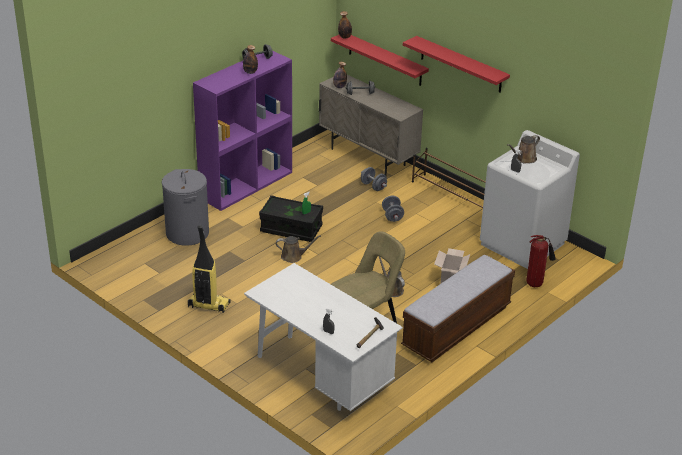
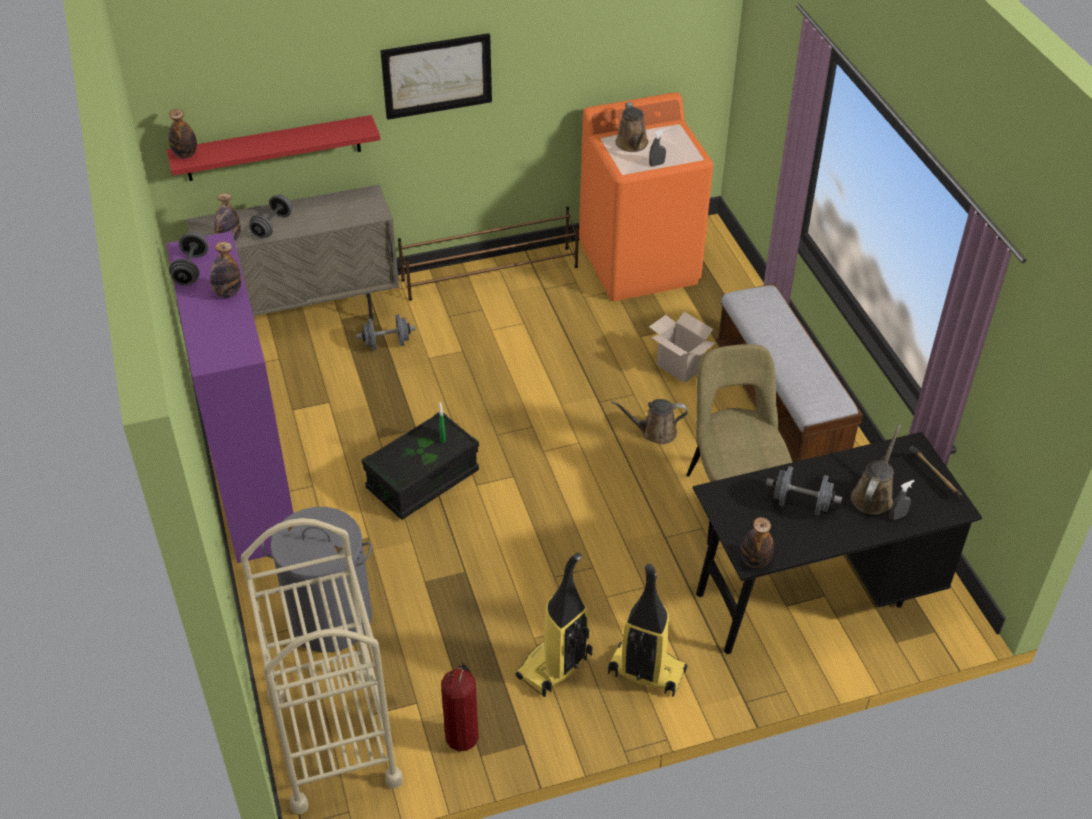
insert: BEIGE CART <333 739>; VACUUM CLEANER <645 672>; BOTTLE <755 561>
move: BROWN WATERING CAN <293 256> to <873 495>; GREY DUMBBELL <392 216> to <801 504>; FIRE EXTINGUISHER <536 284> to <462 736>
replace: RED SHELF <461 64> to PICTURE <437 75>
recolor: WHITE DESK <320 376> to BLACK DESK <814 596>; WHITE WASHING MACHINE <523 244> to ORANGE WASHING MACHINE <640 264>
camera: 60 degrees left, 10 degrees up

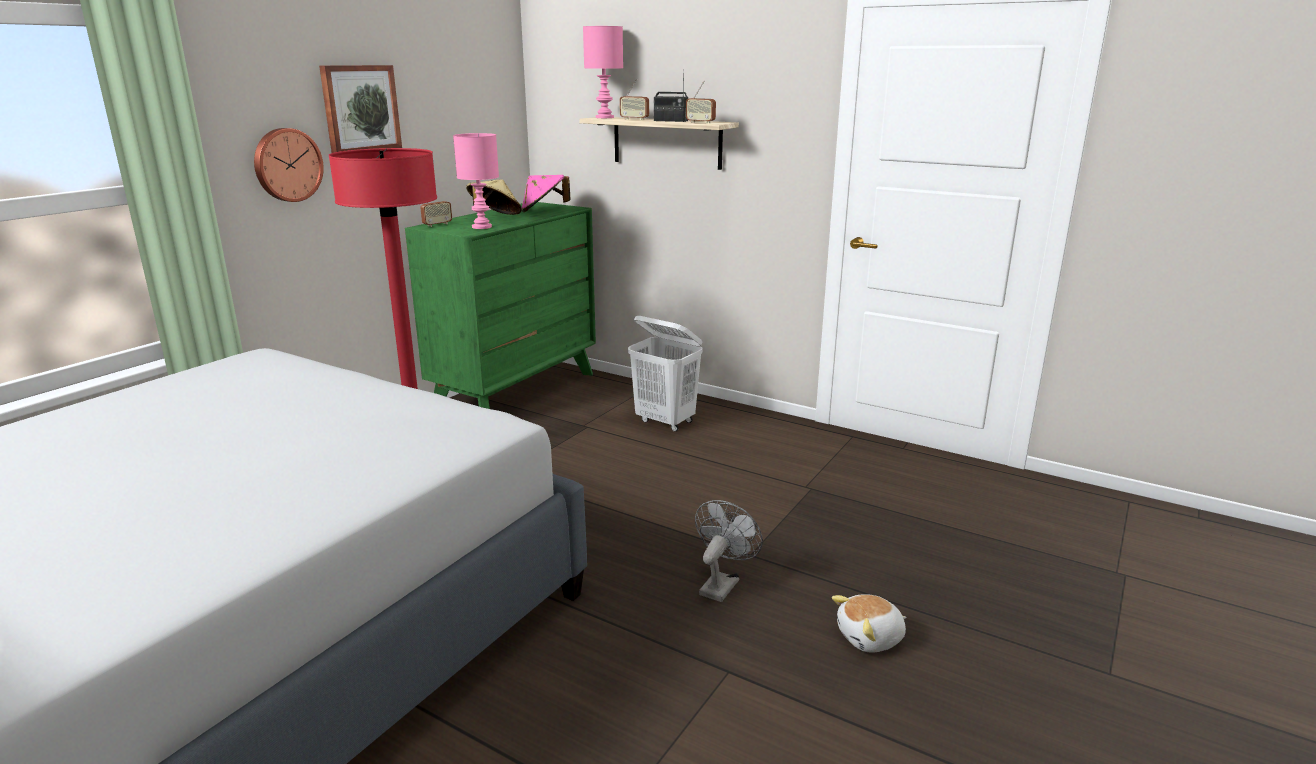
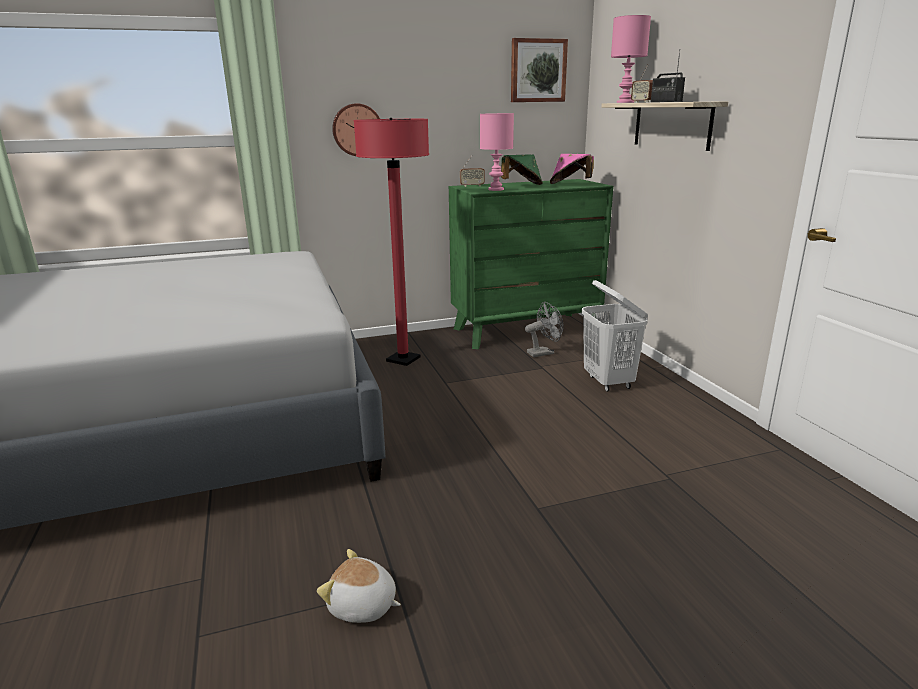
delete: RADIO <700 122>
move: PICTURE <360 108> to <537 71>; GREY FAN <721 584> to <544 352>; PLUSH TOY <870 638> to <362 606>
recolor: BEIGE HAT <495 217> to GREEN HAT <522 185>
camera: 40 degrees right, 0 degrees up

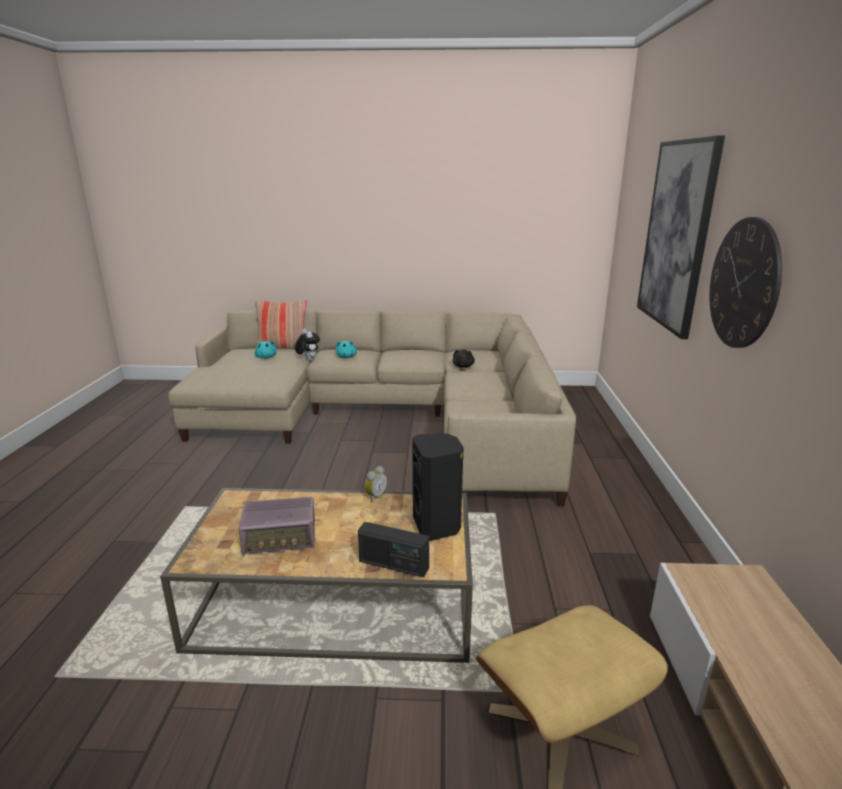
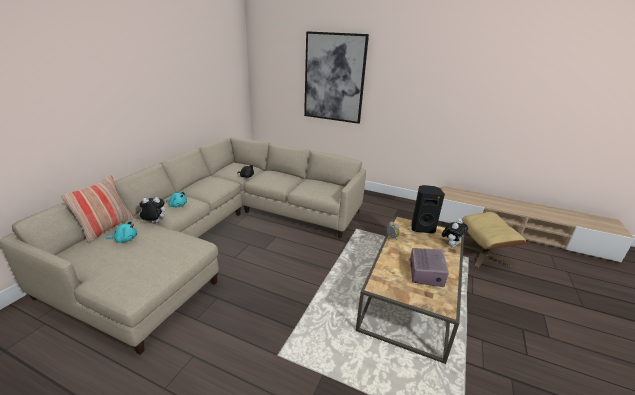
delete: WALL CLOCK <743 283>
replace: RADIO <393 565> to PLUSH TOY <451 245>
camera: 70 degrees left, 5 degrees up

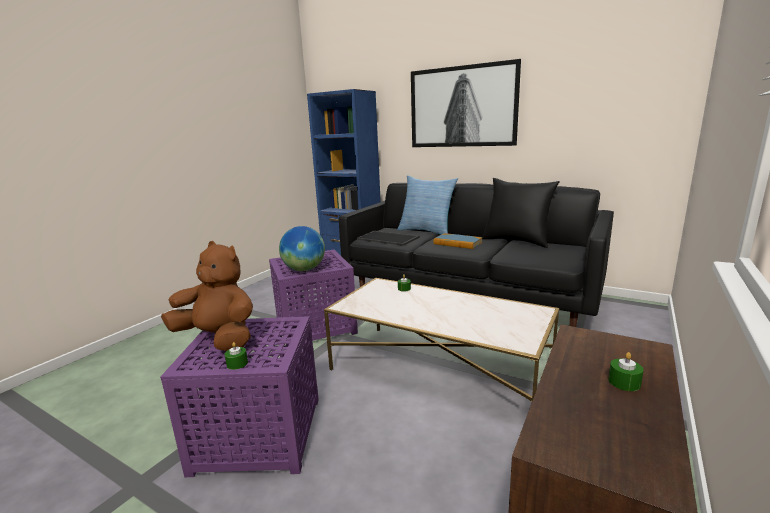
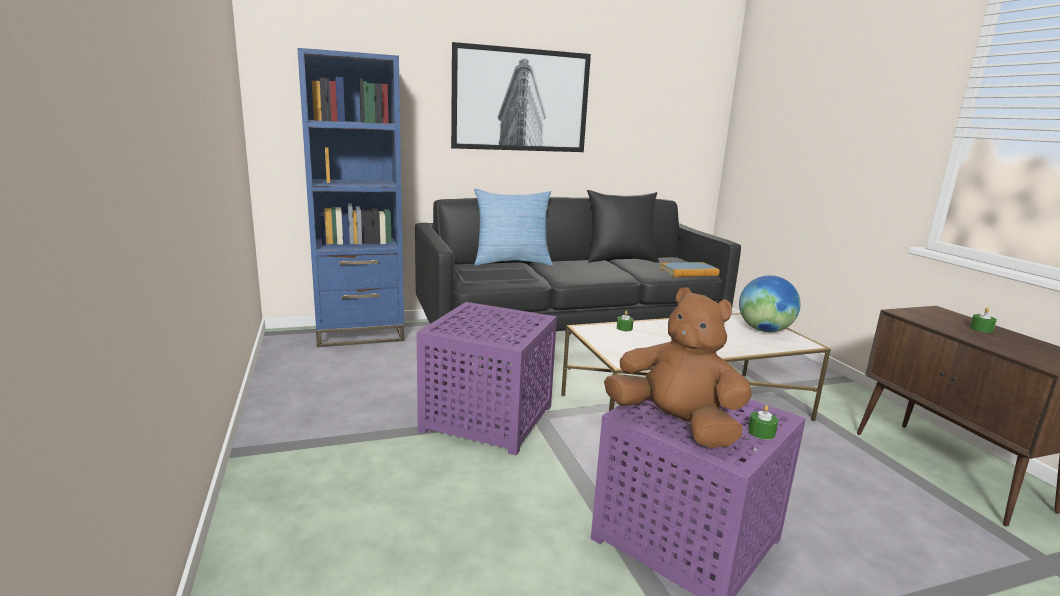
move: GLOBE <304 270> to <764 330>; BOOK <457 243> to <688 272>
rotate: BROWN PLUSH TOY <219 339> = <675 425> 60 degrees clockwise
camera: 50 degrees left, 0 degrees up

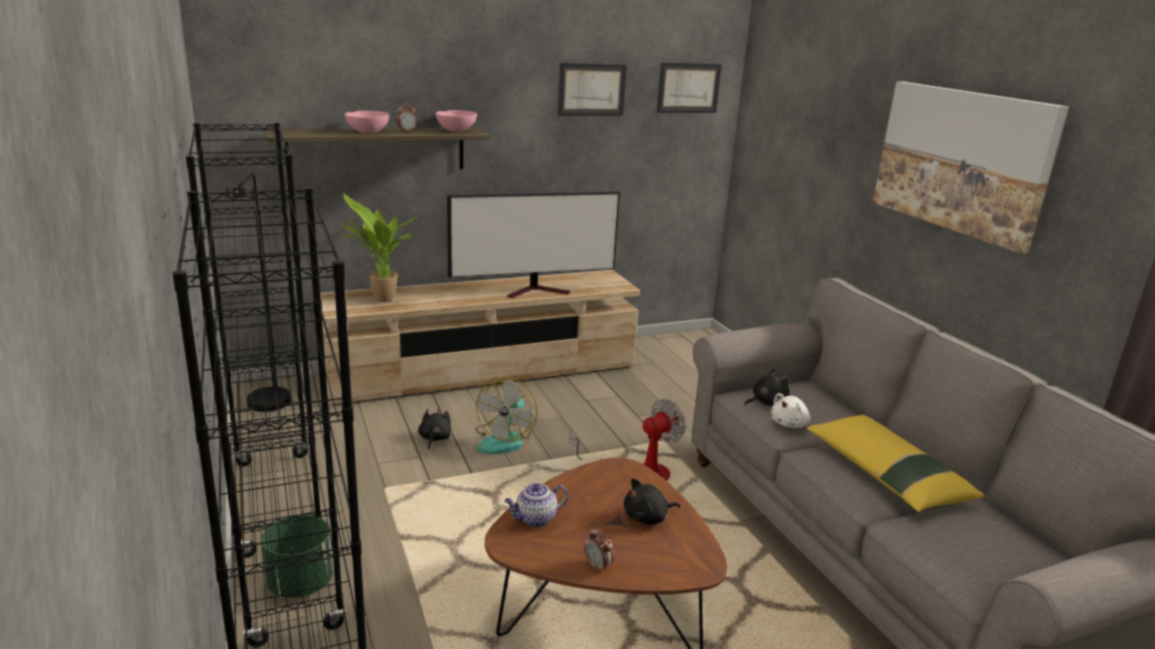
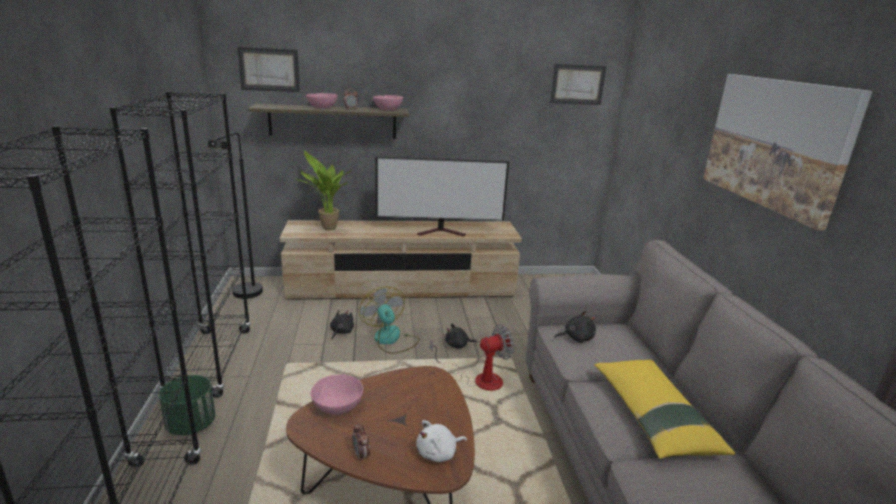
move: PICTURE <591 90> to <269 69>; BLACK PLUSH TOY <647 517> to <458 345>; WHITE PLUSH TOY <790 424> to <438 453>
replace: TEAPOT <535 519> to PINK BOWL <337 407>
rotate: FAN <505 440> = <391 340> 120 degrees clockwise
camera: 15 degrees right, 0 degrees up

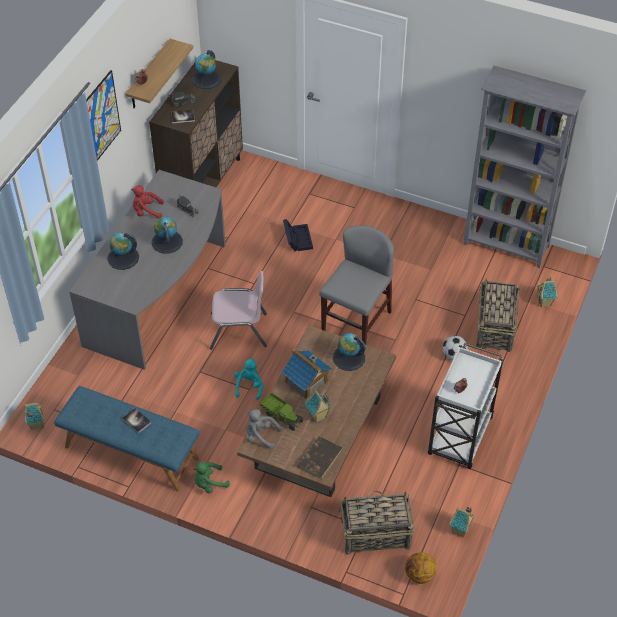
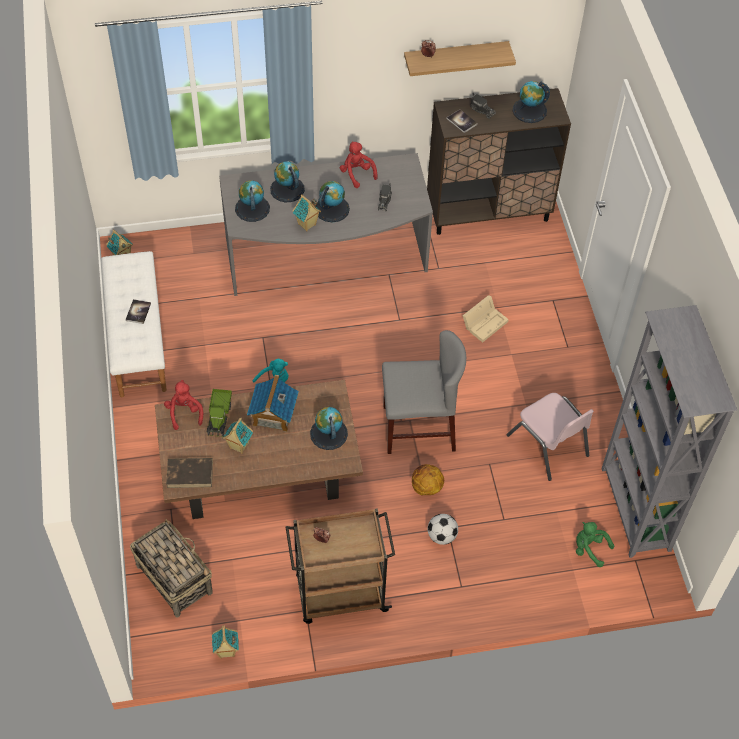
delete: PICTURE <101 117>; BASKET <494 328>
insert: GLOBE <252 208>
move: GREEN PLUSH TOY <209 483> to <589 549>; PINK CHAIR <239 331> to <548 445>; BASKETBALL <419 575> to <426 488>; TOY HOUSE <545 302> to <307 225>
recolor: BLUE BENCH <131 453> to WHITE BENCH <137 339>; GREY PLUSH TOY <260 436> to RED PLUSH TOY <184 412>; BLACK STORAGE BOX <297 238> to BEIGE STORAGE BOX <485 322>; WHITE CART <459 438> to BROWN CART <339 594>
camera: 55 degrees right, 5 degrees up

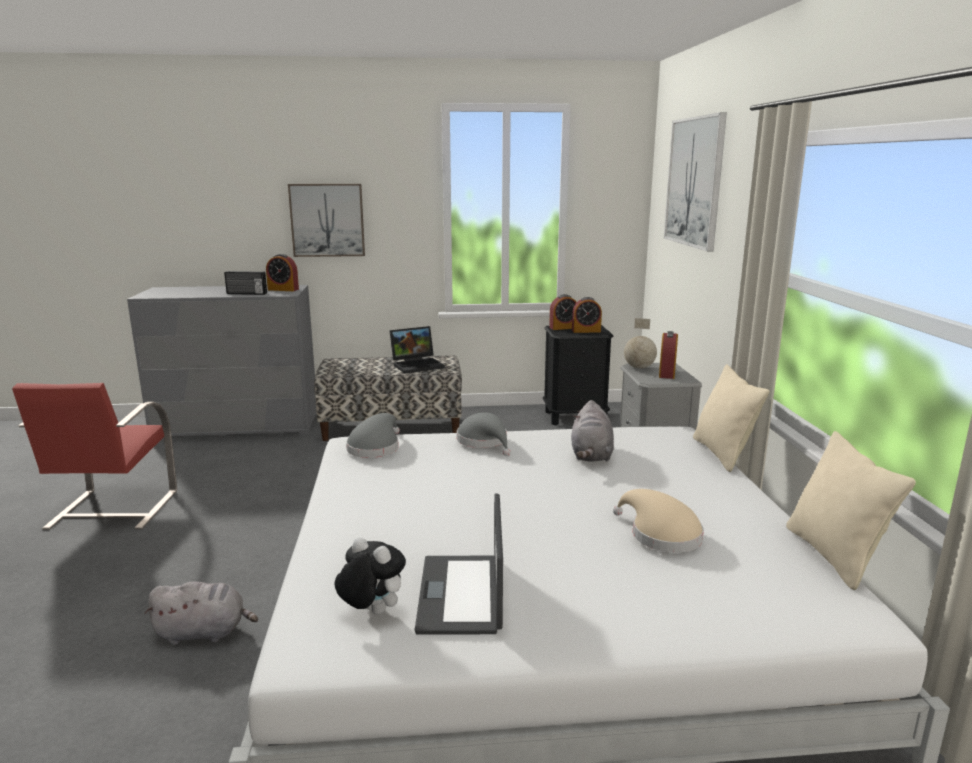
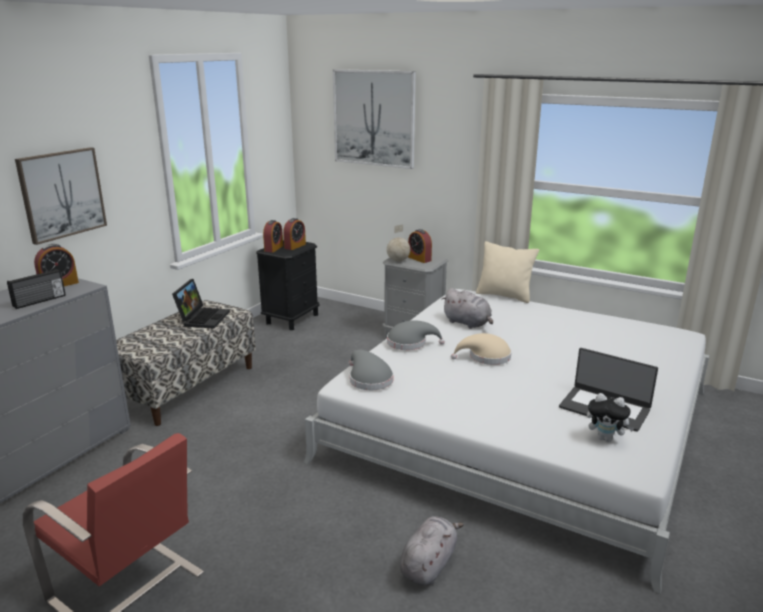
delete: BEIGE PILLOW <834 556>
move: BEIGE HAT <660 534> to <486 357>
rotate: PLUSH TOY <371 612> = <606 438> 135 degrees counterclockwise
camera: 55 degrees left, 5 degrees up

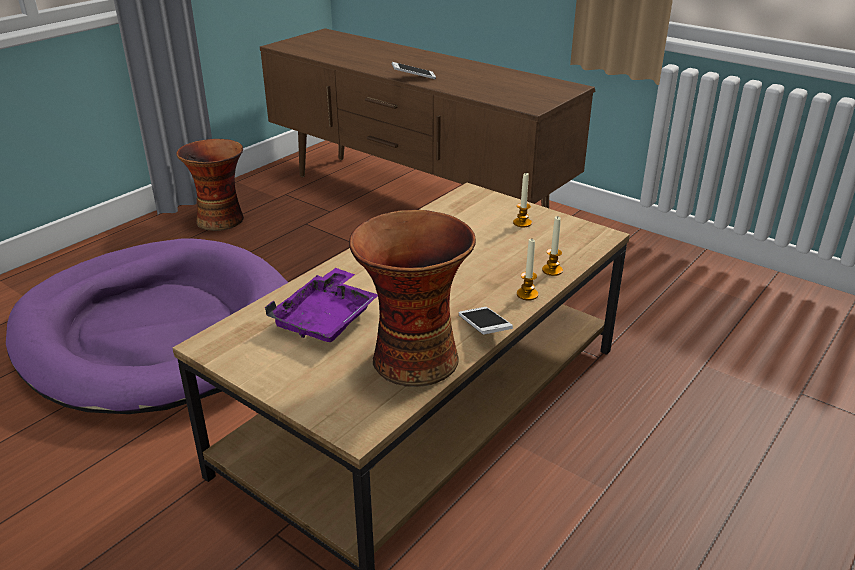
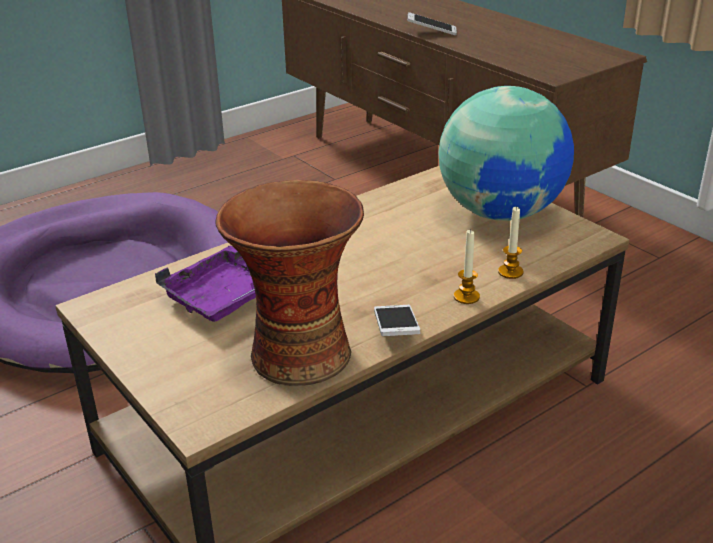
delete: VASE <220 219>
replace: CANDLE <522 223> to GLOBE <501 212>
camera: 15 degrees right, 0 degrees up

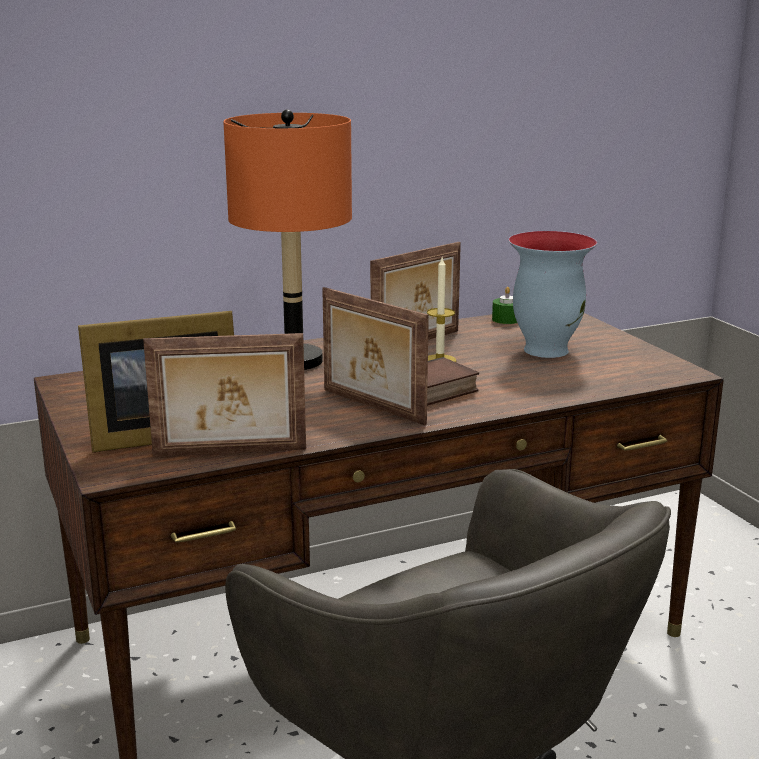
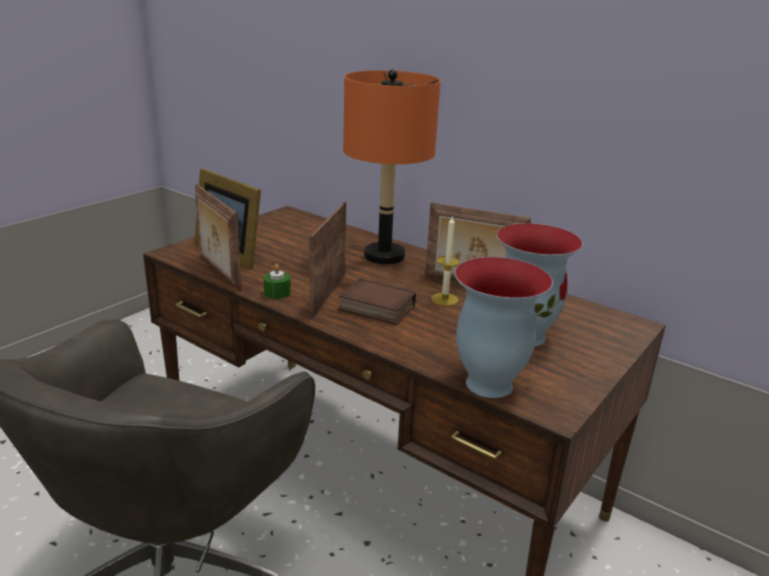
insert: VASE <487 384>
move: GREEN CANDLE <506 319> to <277 293>
camera: 60 degrees right, 5 degrees up

